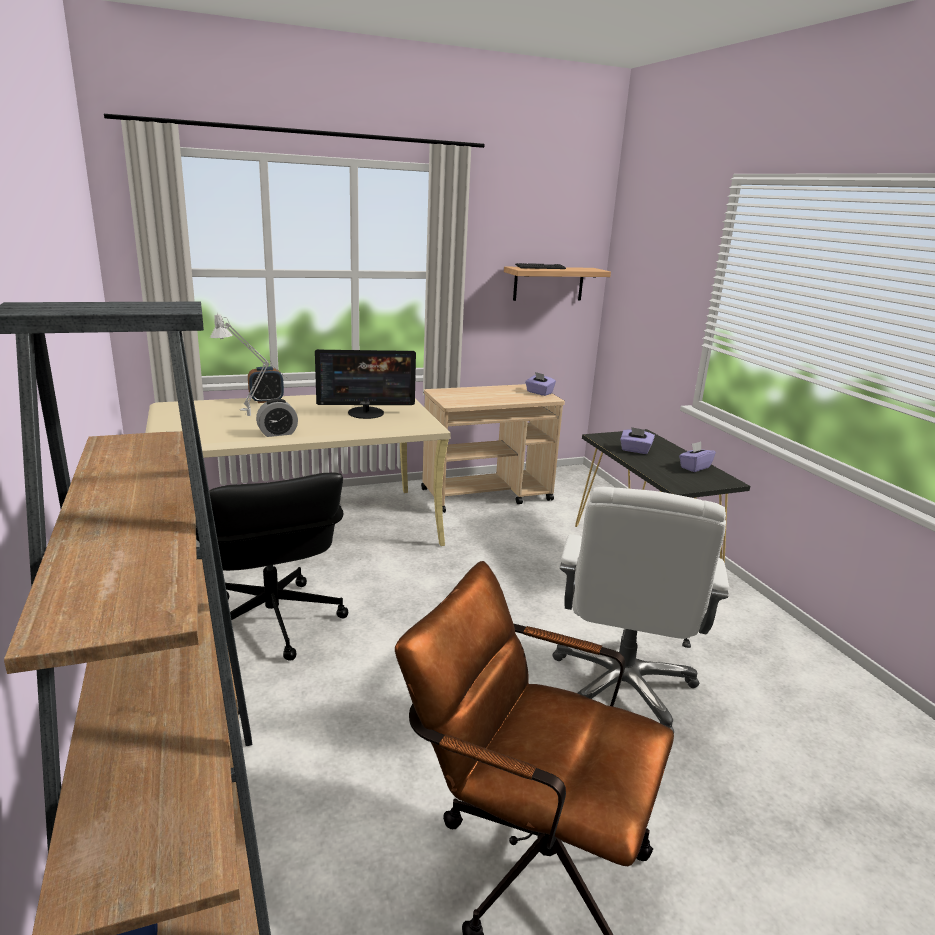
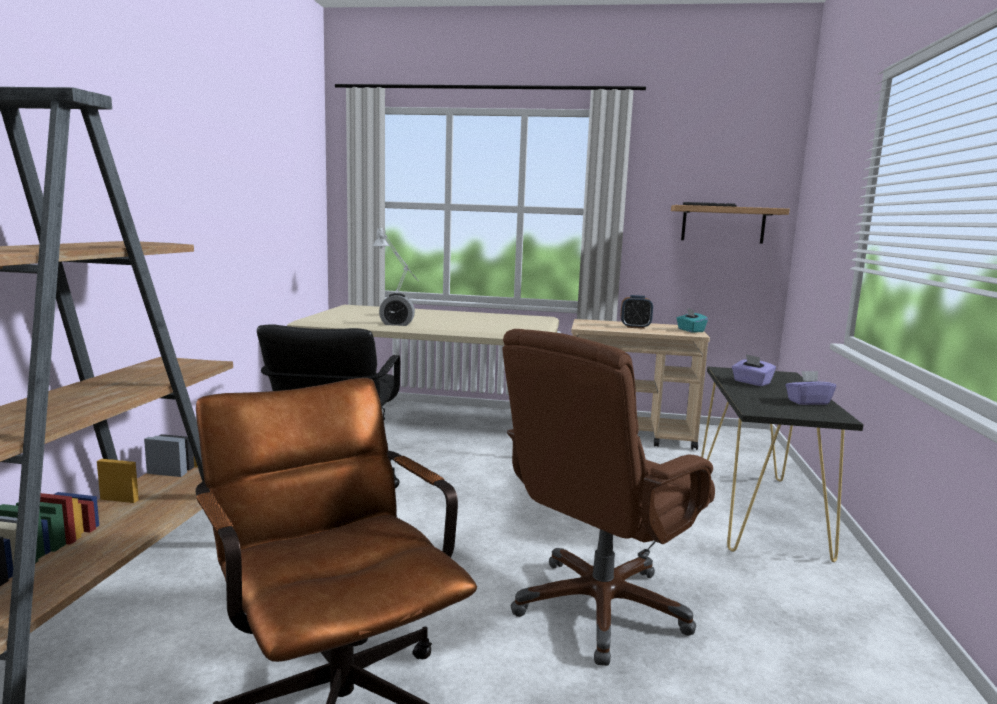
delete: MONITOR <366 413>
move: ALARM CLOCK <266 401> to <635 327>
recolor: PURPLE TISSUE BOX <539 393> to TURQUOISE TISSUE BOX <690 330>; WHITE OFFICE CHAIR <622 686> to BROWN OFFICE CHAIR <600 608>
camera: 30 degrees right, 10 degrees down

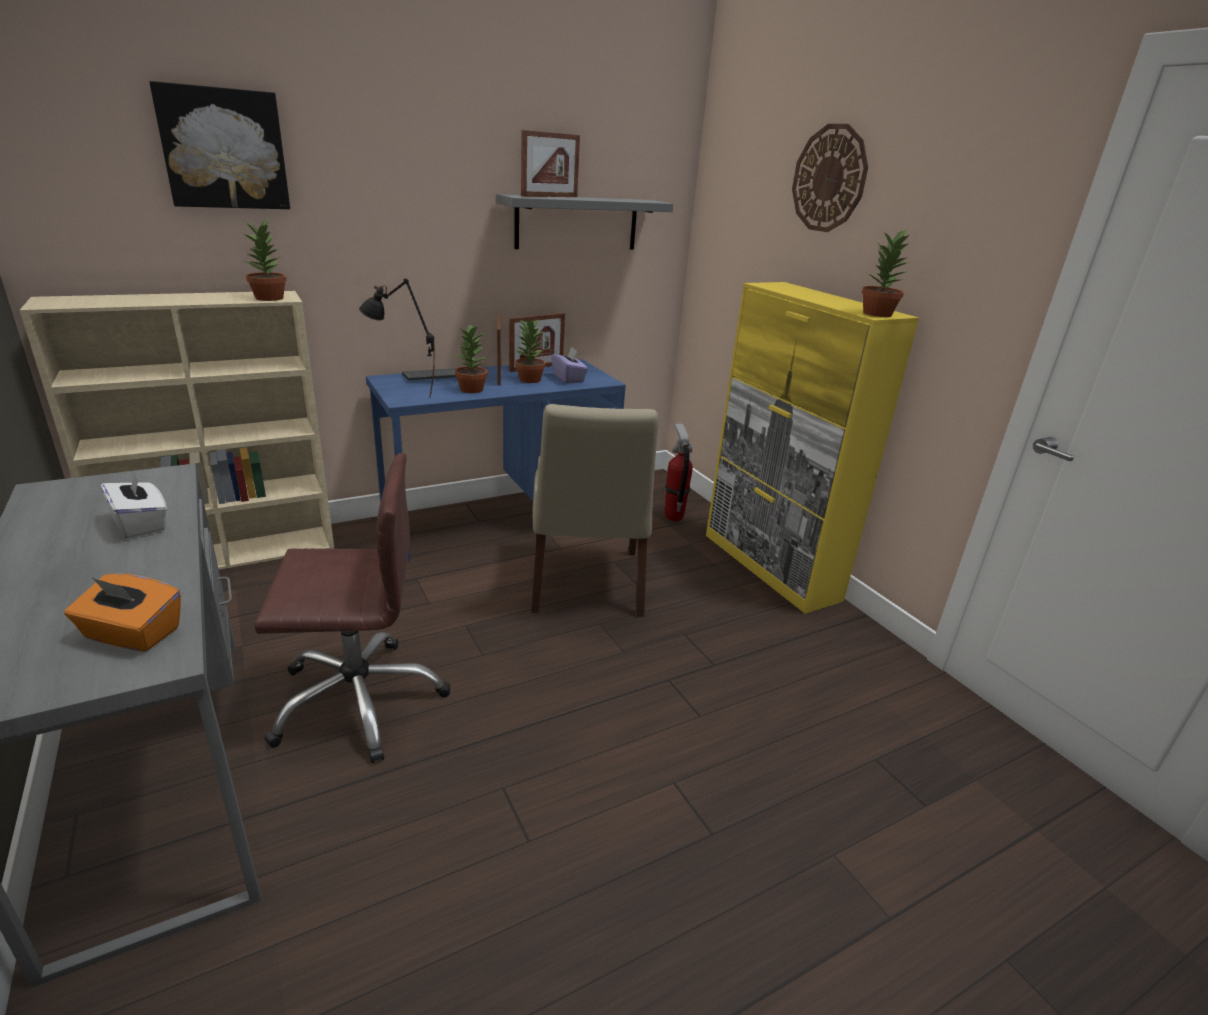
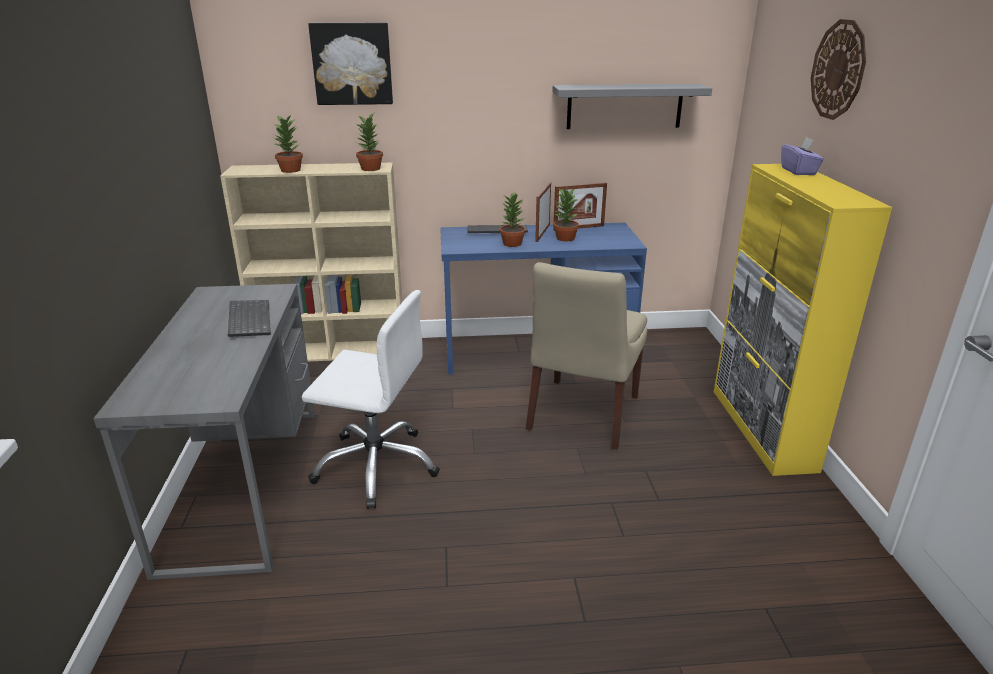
delete: ORANGE TISSUE BOX <132 634>; BLACK TABLE LAMP <402 397>; PICTURE FRAME <549 196>; FIRE EXTINGUISHER <673 516>
move: PURPLE TISSUE BOX <569 379> to <798 171>; POTTED PLANT <878 314> to <291 170>
replace: WHITE TISSUE BOX <141 524> to KEYBOARD <248 320>
recolor: BROWN OFFICE CHAIR <359 699> to WHITE OFFICE CHAIR <376 465>
camera: 25 degrees right, 0 degrees up

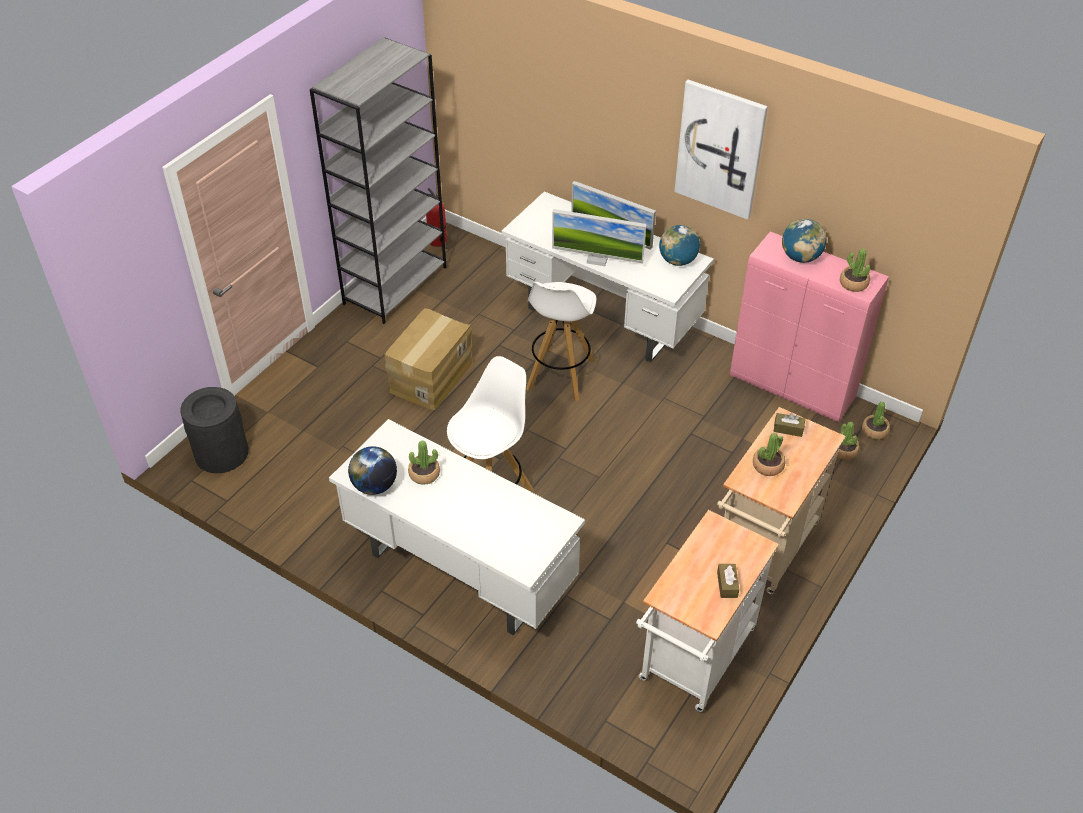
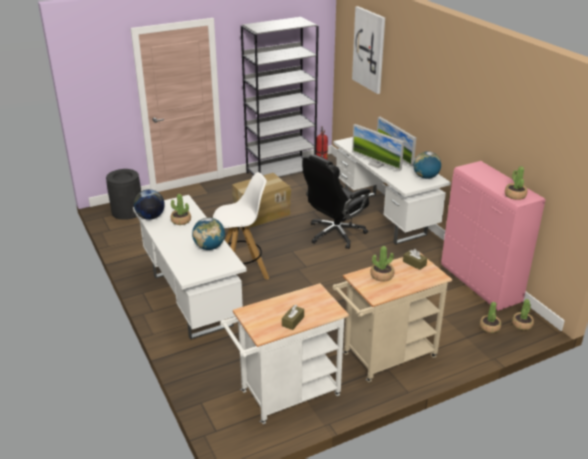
move: PICTURE <720 149> to <369 49>; GLOBE <800 257> to <209 247>
replace: WHITE STOOL <560 375> to BLACK OFFICE CHAIR <335 234>
camera: 30 degrees right, 15 degrees down

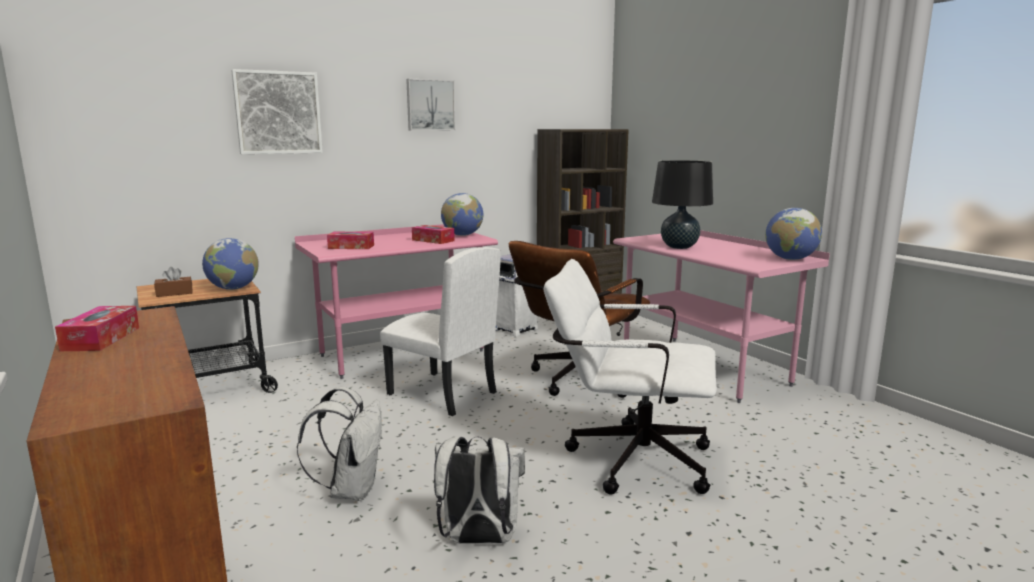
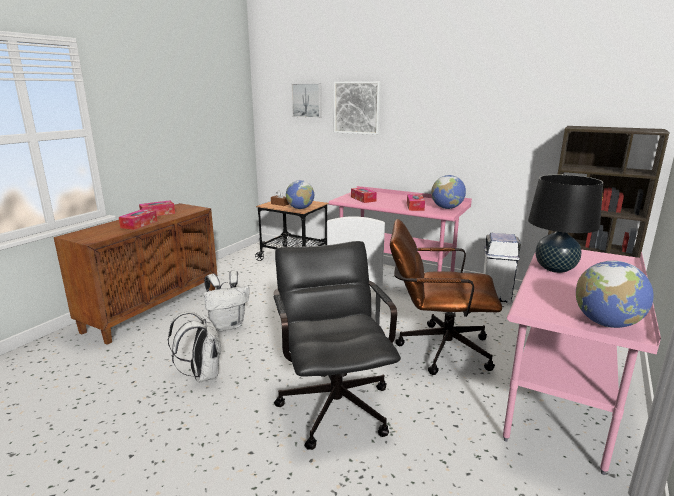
insert: TISSUE BOX <139 224>
move: PICTURE <430 105> to <307 100>
recolor: WHITE OFFICE CHAIR <627 458> to BLACK OFFICE CHAIR <334 401>
camera: 60 degrees right, 5 degrees up

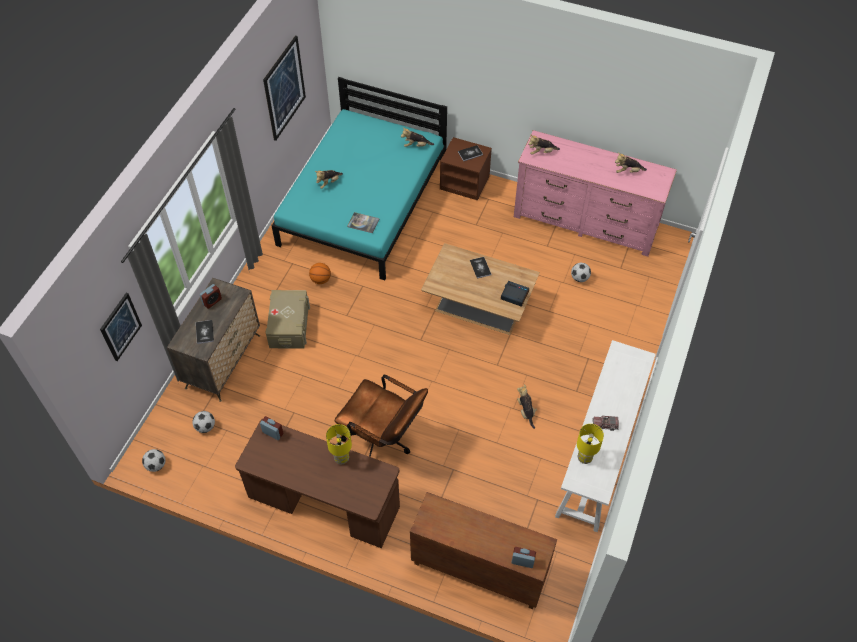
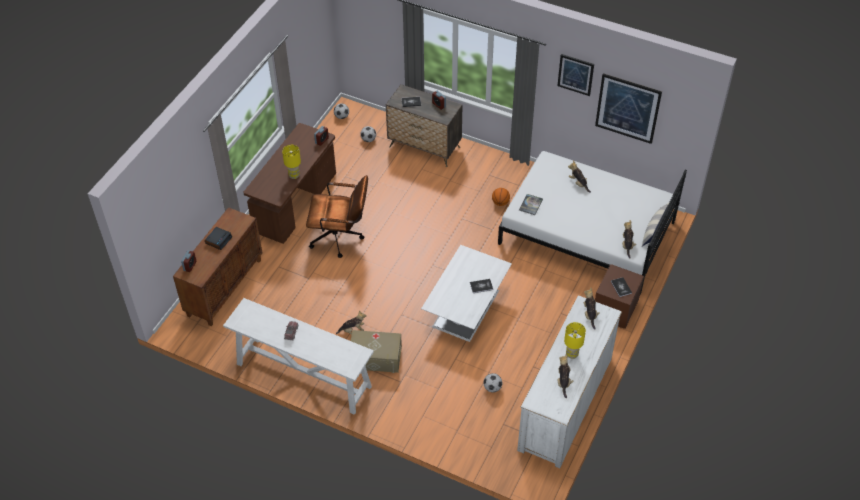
insert: PILLOW <653 231>
move: PICTURE <120 326> to <575 74>; BEIGE STORAGE BOX <289 326> to <375 357>; ALARM CLOCK <514 295> to <218 240>; YELLOW TABLE LAMP <585 458> to <571 355>
recolor: TURQUOISE BED <363 204> to WHITE BED <587 232>; BROWN COFFEE TABLE <478 305> to WHITE COFFEE TABLE <466 307>; PINK DRESSER <586 221> to WHITE DRESSER <565 403>
rotate: BROWN OFFICE CHAIR <383 440> = <341 237> 120 degrees counterclockwise
camera: 95 degrees right, 5 degrees down

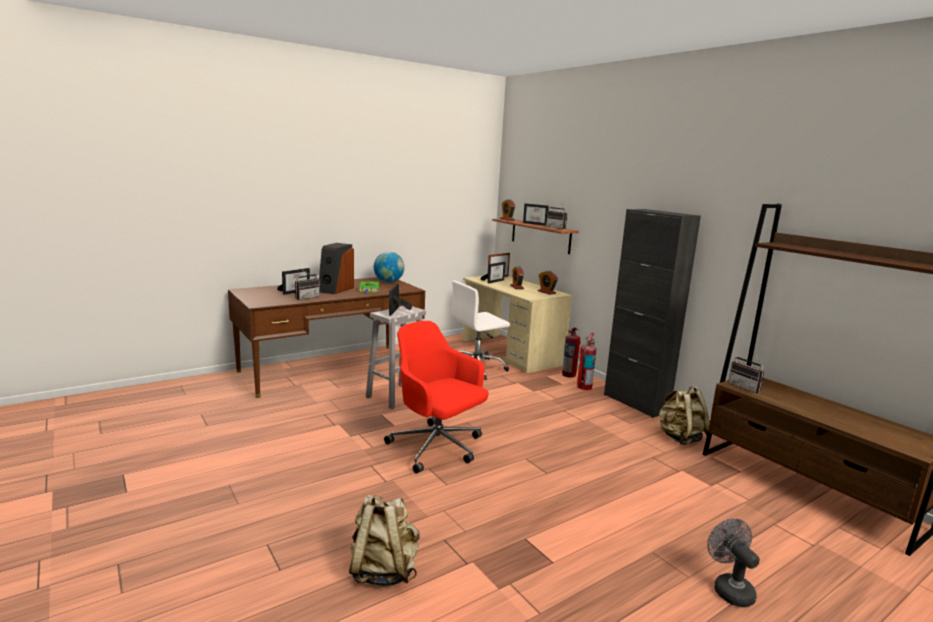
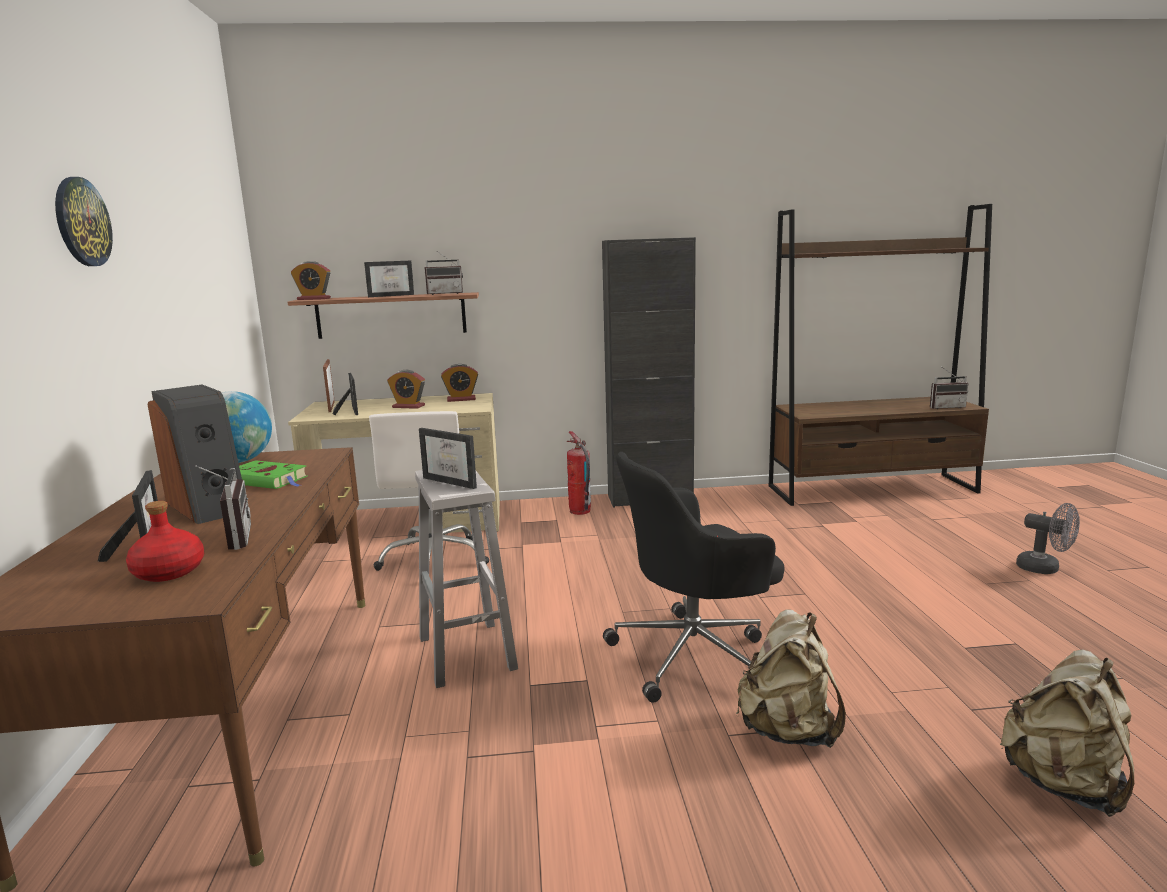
delete: FIRE EXTINGUISHER <569 374>
insert: WALL CLOCK <82 222>; RED BOTTLE <170 572>
move: BEIGE BACKPACK <680 438> to <788 731>; RADIO <746 387> to <945 407>
recolor: RED OFFICE CHAIR <437 447> to BLACK OFFICE CHAIR <695 655>
rotate: GREY FAN <729 588> = <1044 569> 150 degrees counterclockwise
camera: 60 degrees left, 0 degrees up

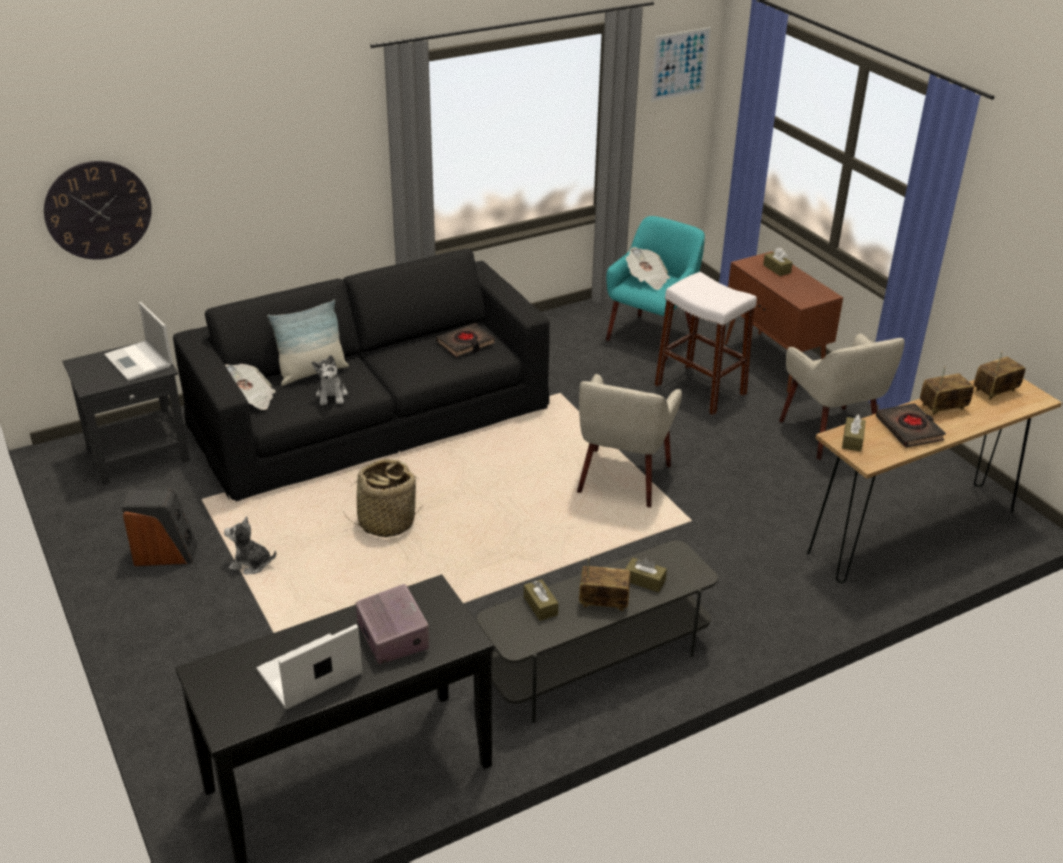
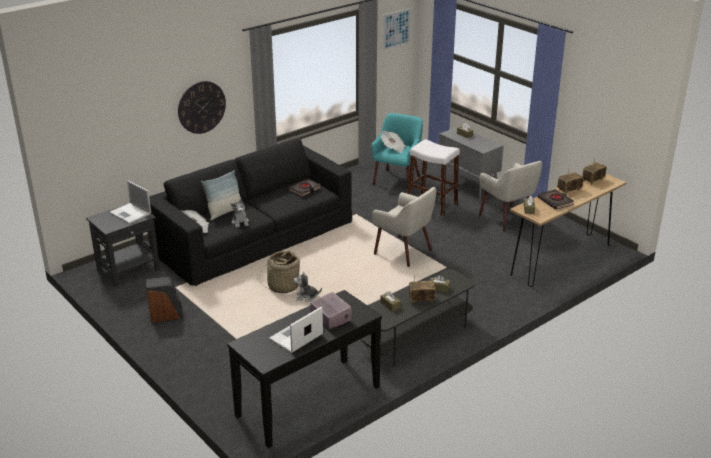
move: WALL CLOCK <98 210> to <201 107>; PLUSH TOY <251 564> to <306 297>
recolor: BROWN CABINET <774 363> to GREY CABINET <468 187>
rotate: BEIGE ARMCHAIR <622 479> = <403 252> 60 degrees counterclockwise
camera: 10 degrees left, 5 degrees down

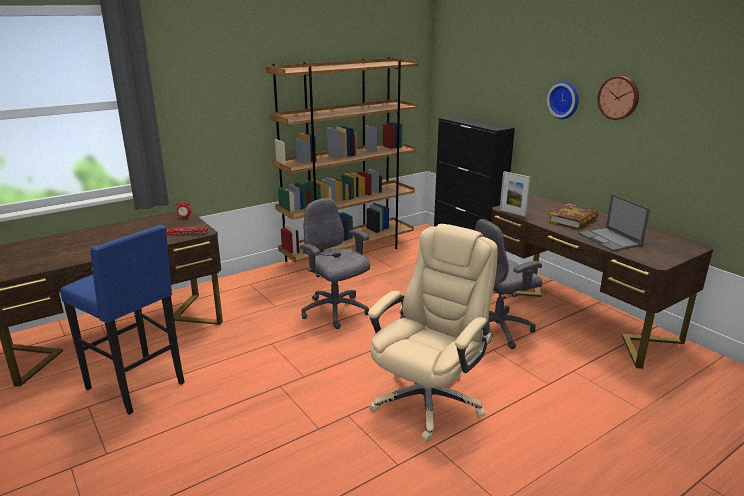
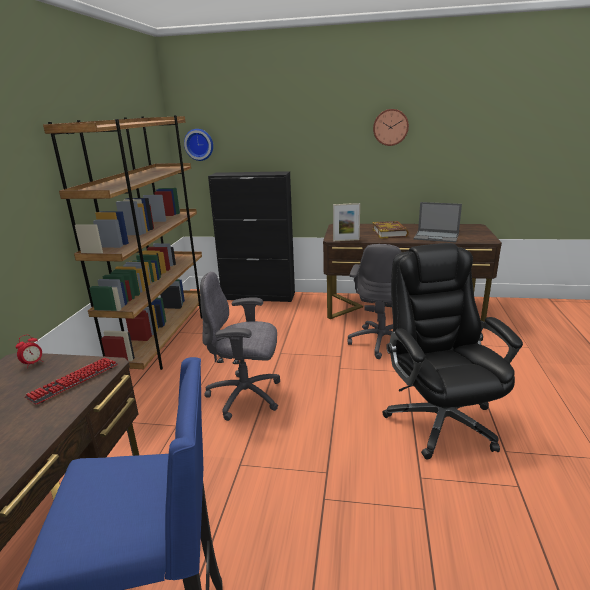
move: WALL CLOCK <564 99> to <199 144>
recolor: BEIGE OFFICE CHAIR <429 400> to BLACK OFFICE CHAIR <440 420>
camera: 45 degrees left, 0 degrees up

